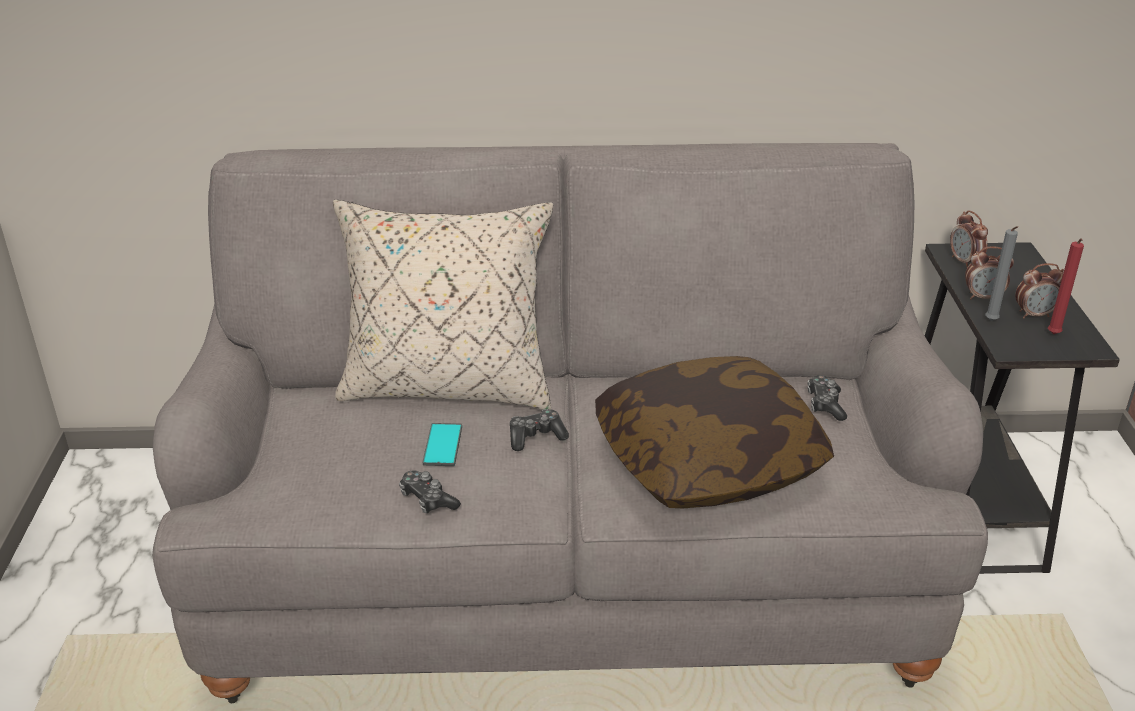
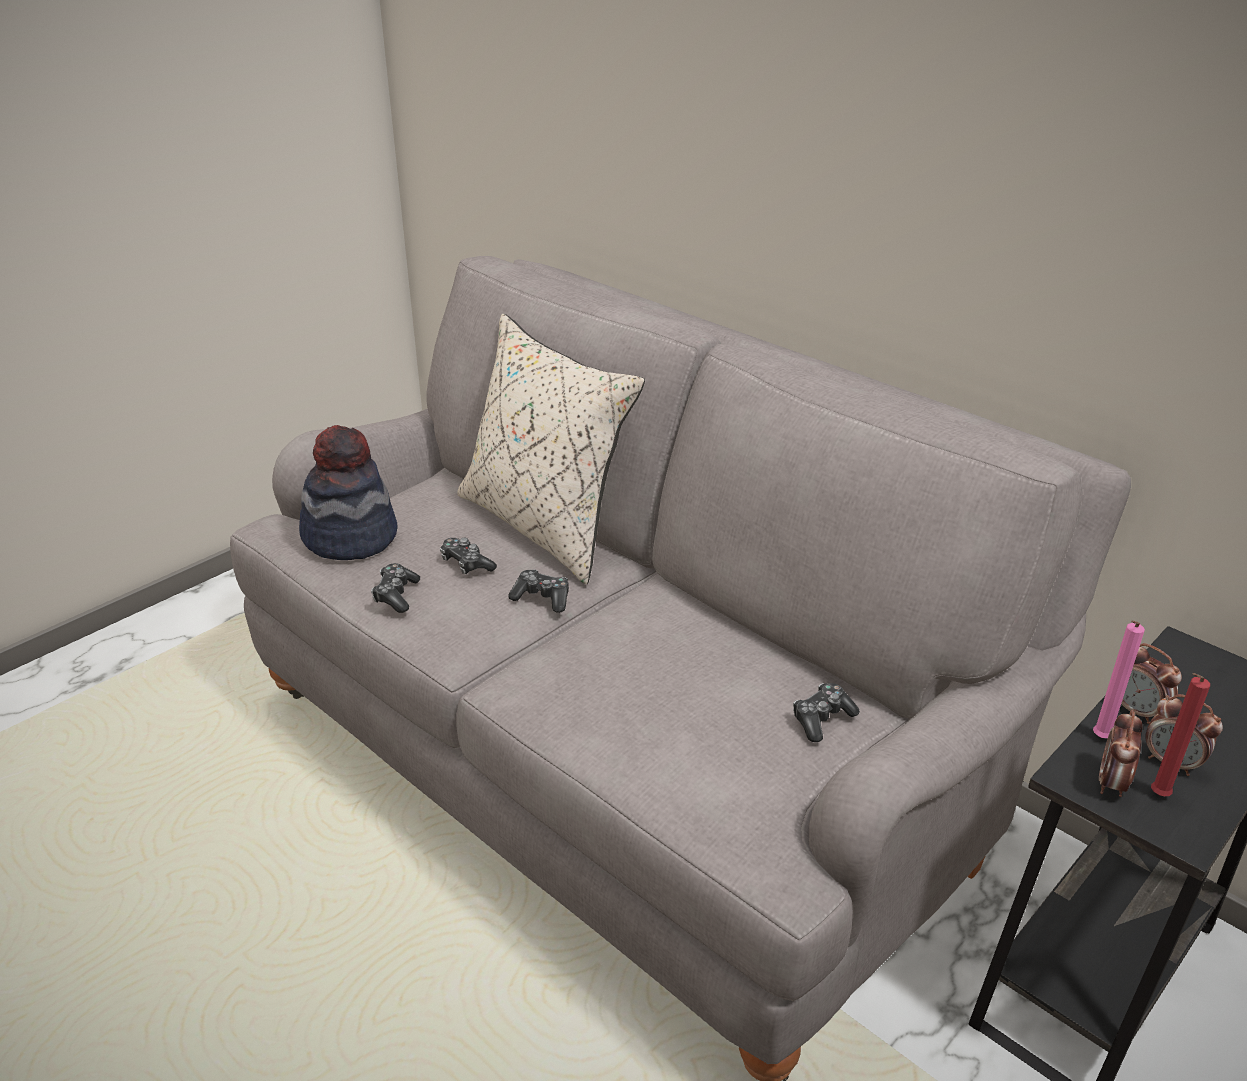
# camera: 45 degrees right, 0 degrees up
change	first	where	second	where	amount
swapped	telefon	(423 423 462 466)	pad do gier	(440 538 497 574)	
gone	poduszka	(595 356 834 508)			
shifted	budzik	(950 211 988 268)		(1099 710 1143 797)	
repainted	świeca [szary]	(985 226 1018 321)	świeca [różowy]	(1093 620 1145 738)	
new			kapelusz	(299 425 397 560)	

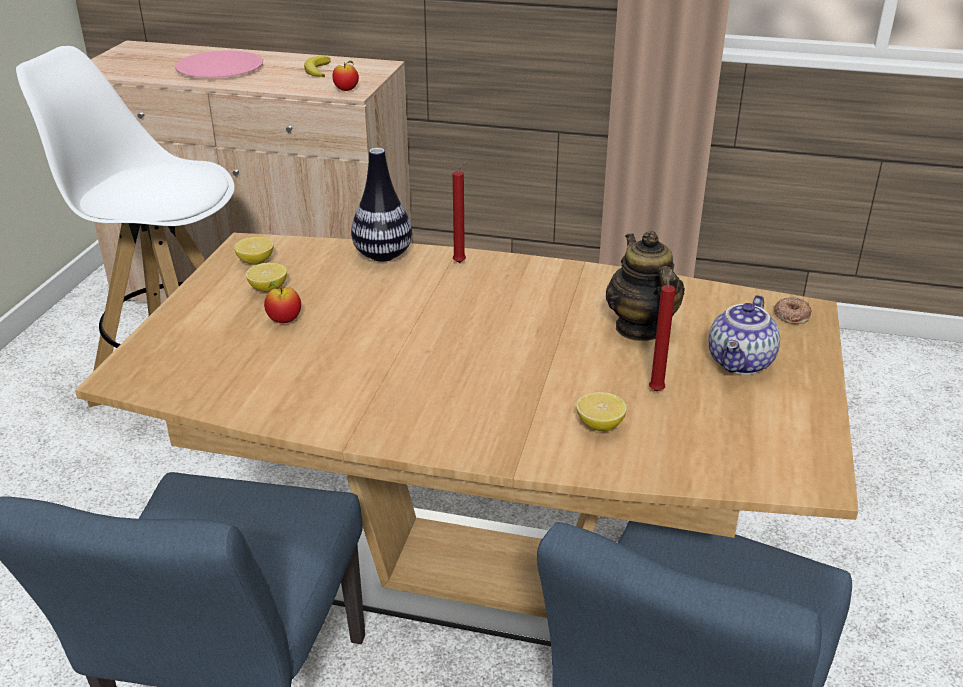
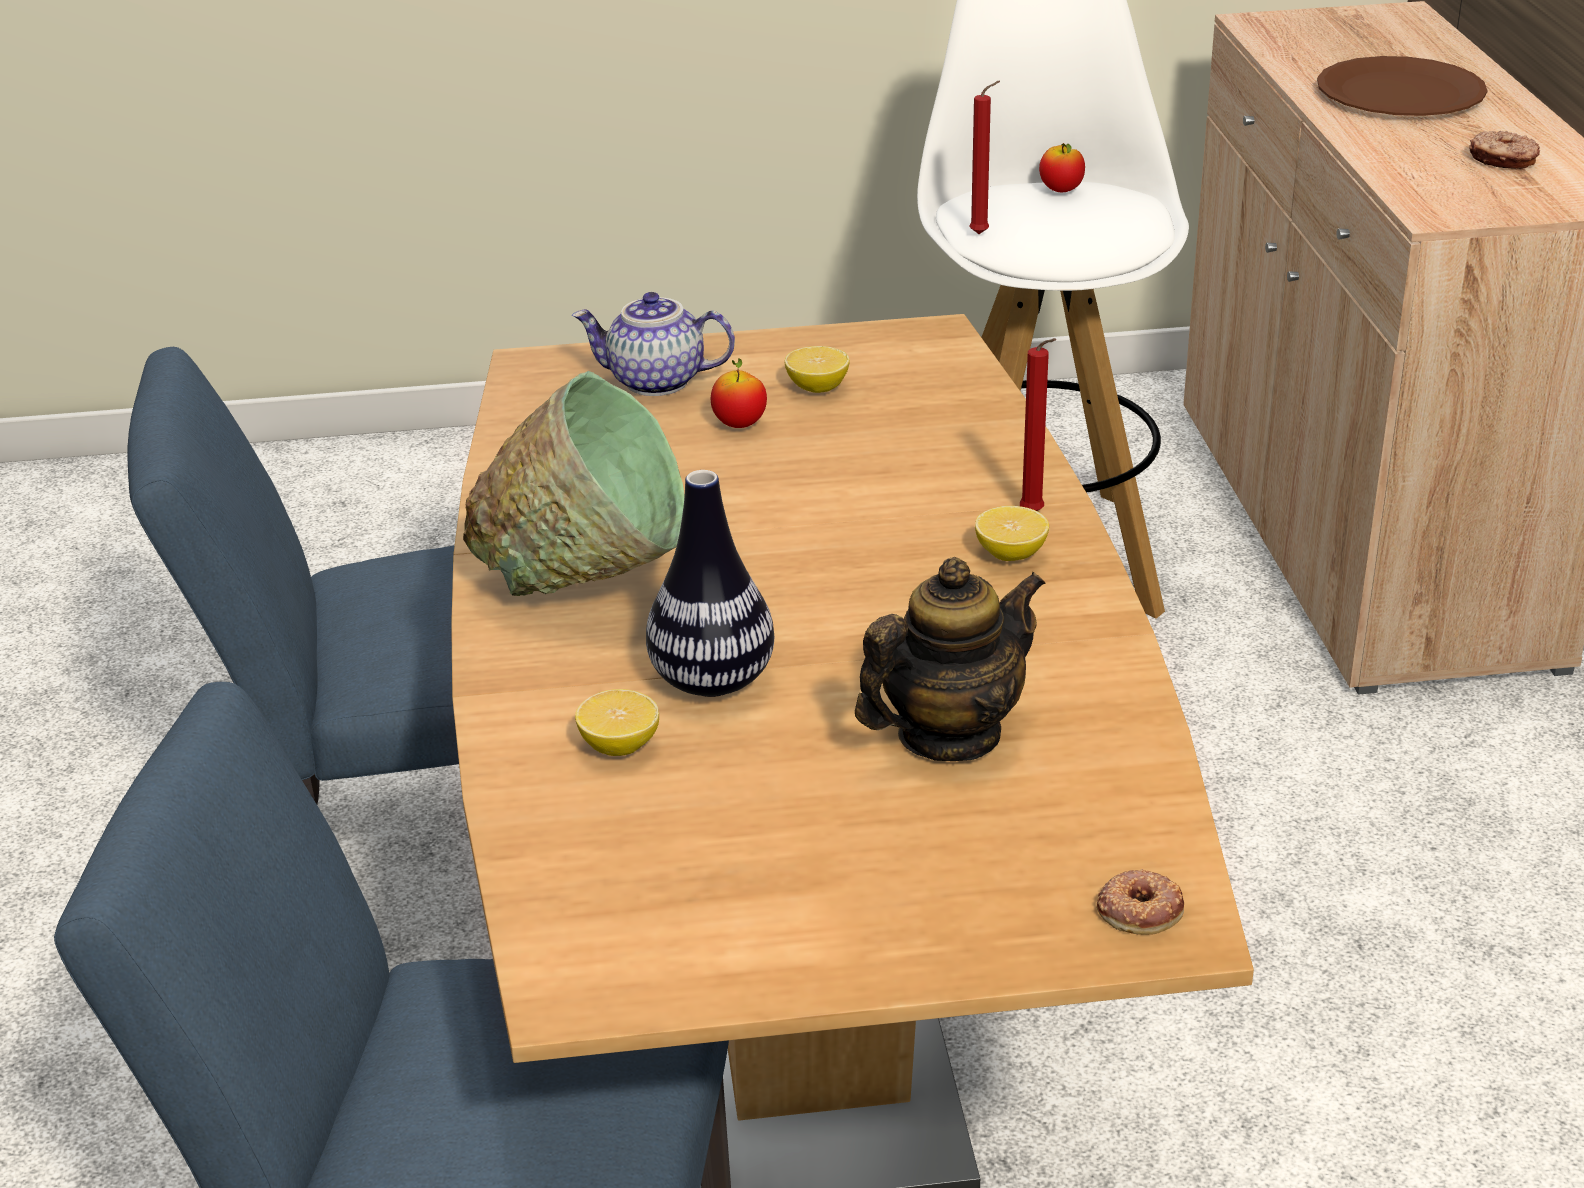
# camera: 70 degrees right, 0 degrees up
change	first	where	second	where	amount
repainted	talerz [różowy]	(175 50 263 78)	talerz [brązowy]	(1317 56 1488 116)	
shifted	cytryna	(234 237 274 265)		(975 506 1049 561)	
swapped	banan	(304 56 331 77)	donut	(1469 131 1540 169)	
shifted	jabłko	(332 61 359 91)		(1039 143 1085 192)	
shifted	wazon	(351 148 412 262)		(646 470 774 697)	
shifted	świeca [czerwony]	(649 269 675 391)		(969 81 1000 234)	
shifted	imbryk	(708 295 780 375)		(572 292 735 396)	
new			miska [zielony]	(463 371 685 596)	

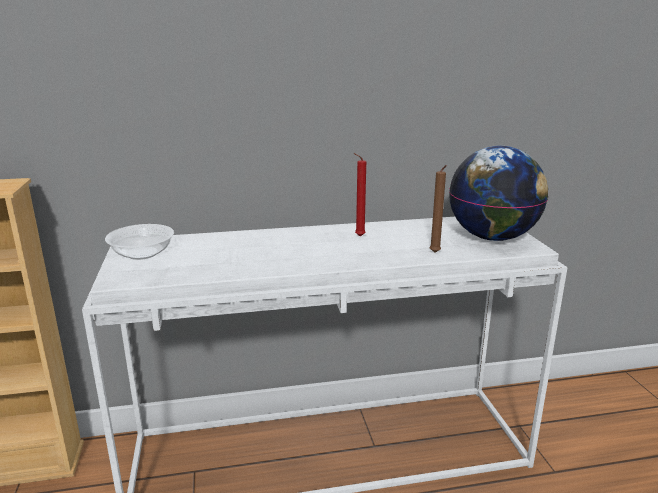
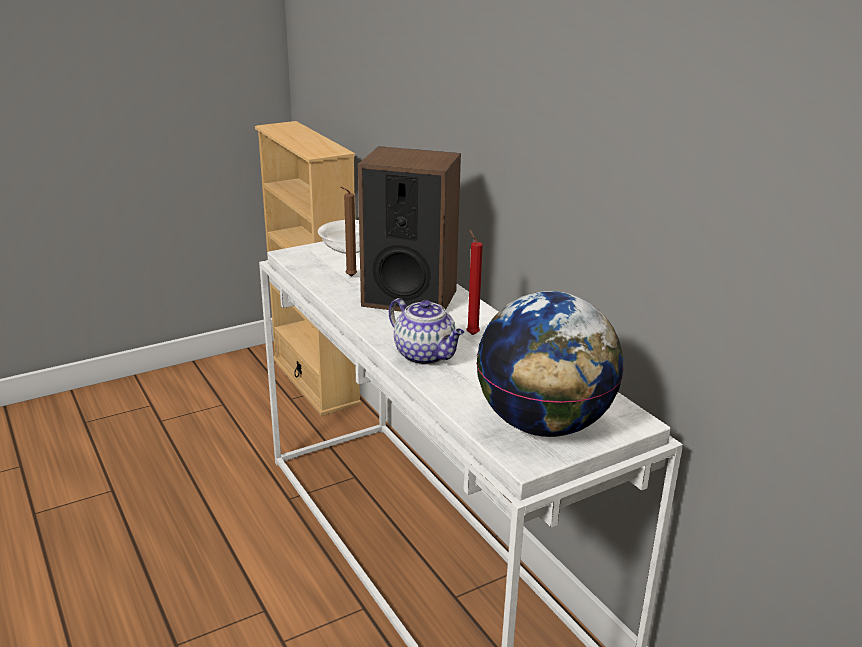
# camera: 70 degrees right, 5 degrees up
change	first	where	second	where	amount
shifted	świeca [brązowy]	(430 165 447 253)		(340 187 357 277)	
new			głośnik	(358 146 461 312)	
new			imbryk	(389 298 464 365)	

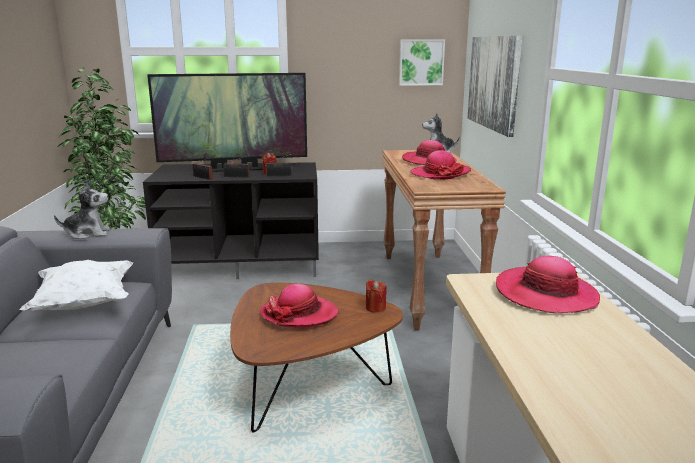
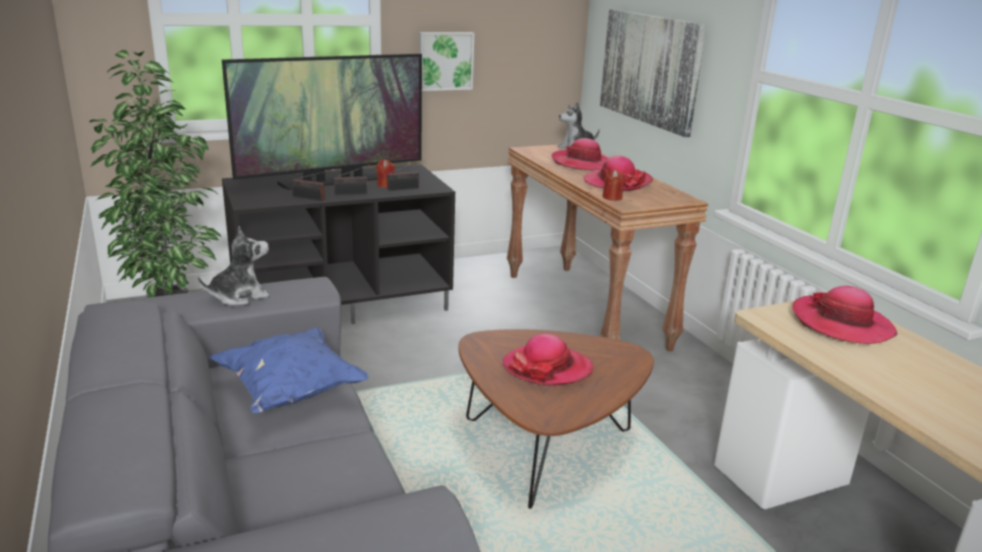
# camera: 20 degrees left, 5 degrees up
change	first	where	second	where	amount
repainted	poduszka [biały]	(19 260 133 311)	poduszka [niebieski]	(209 327 369 413)	
shifted	świeca [czerwony]	(366 280 387 313)		(602 170 624 201)	
shifted	obraz	(399 40 445 86)		(419 32 474 91)	

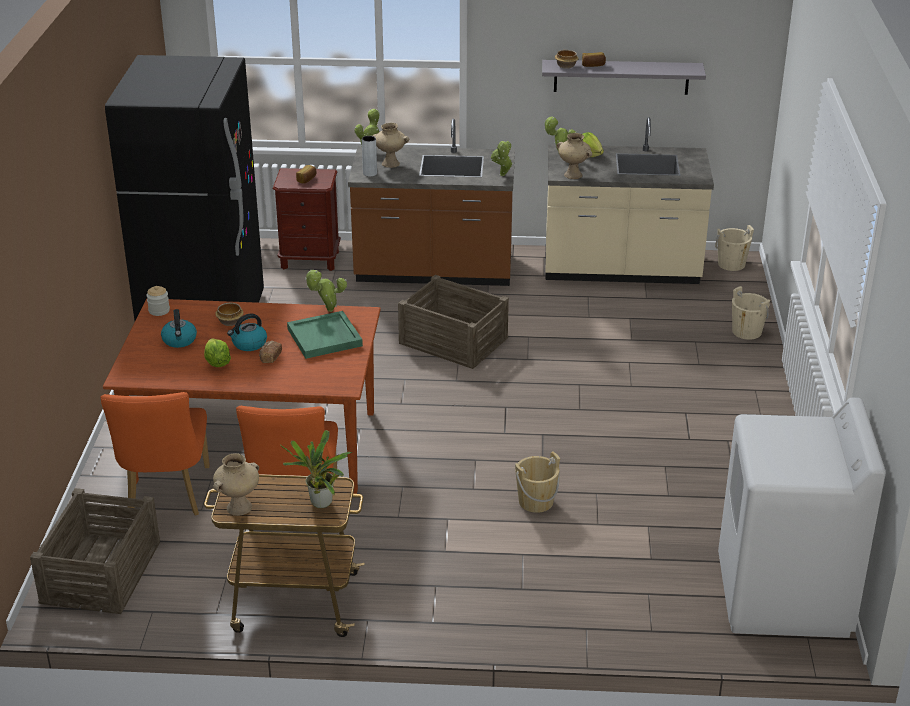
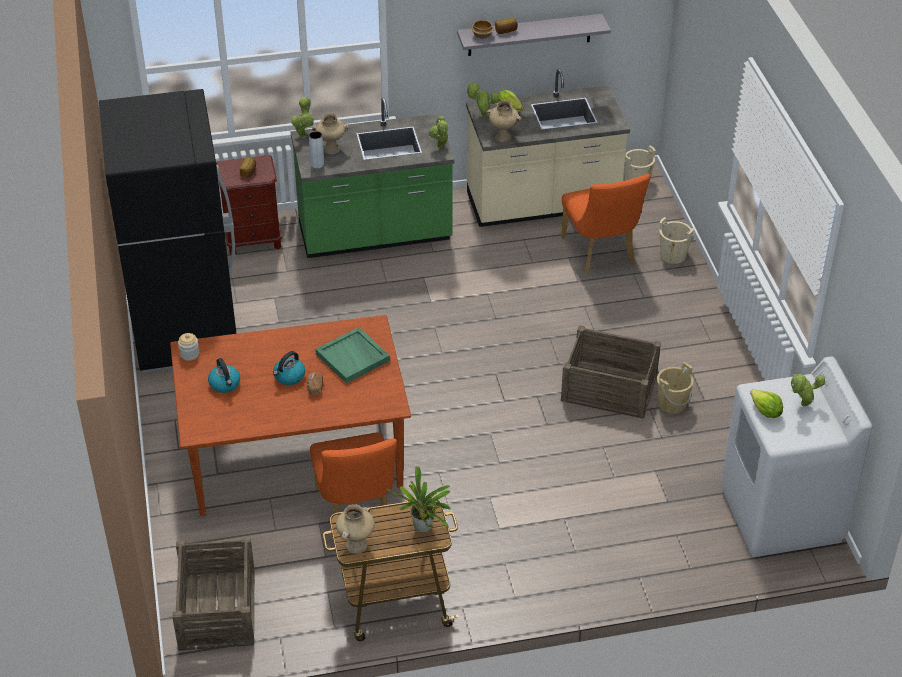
# camera: 15 degrees left, 10 degrees up
change	first	where	second	where	amount
shifted	krzesło [pomarańczowy]	(100 392 210 516)		(561 174 650 273)	
shifted	sałata	(204 338 231 367)		(750 389 783 418)	
gone	miska	(215 303 244 326)			
shifted	roślina doniczkowa	(305 270 347 312)		(791 374 825 406)	
repainted	zabudowa kuchenna [brązowy]	(348 119 515 286)	zabudowa kuchenna [zielony]	(290 97 455 258)	
shifted	skrzynka	(398 275 509 369)		(561 325 661 419)	
shifted	wiadro [beżowy]	(515 452 560 513)		(657 362 694 414)	

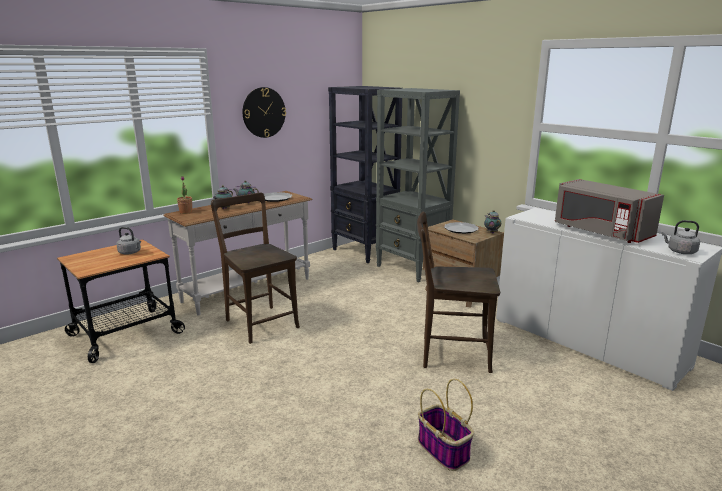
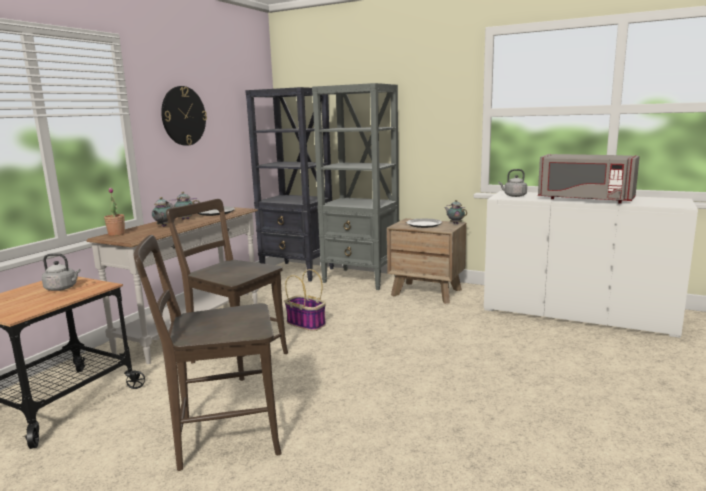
# camera: 20 degrees left, 5 degrees down
change	first	where	second	where	amount
shifted	krzesło [brązowy]	(417 212 500 373)		(134 235 282 471)	
shifted	koszyk	(418 379 474 471)		(285 269 326 331)	
shifted	czajnik [szary]	(662 220 700 254)		(498 169 527 197)	

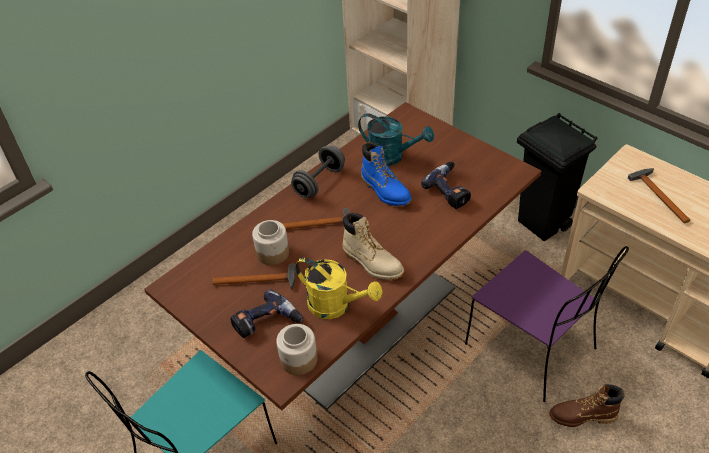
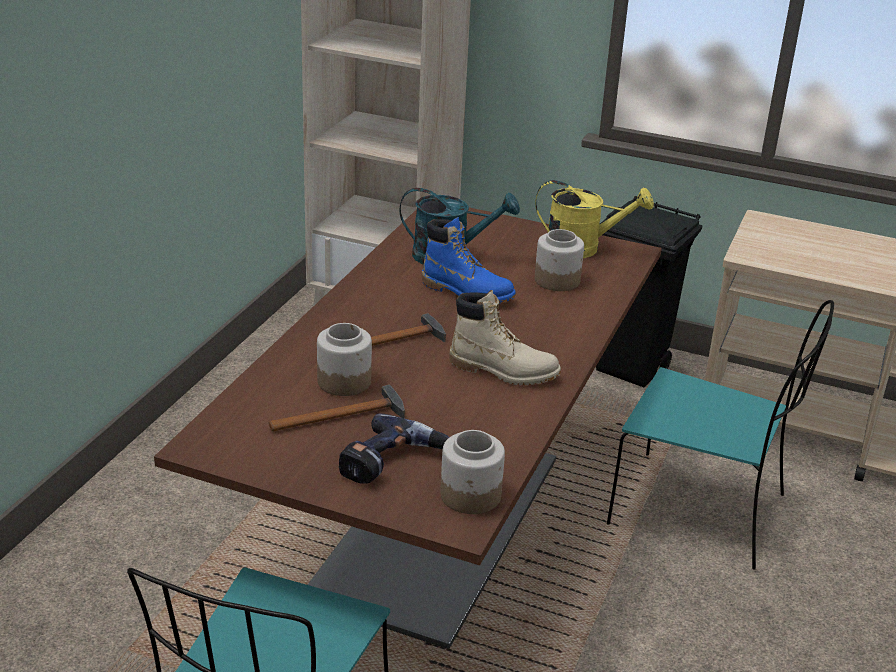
# camera: 25 degrees left, 15 degrees down
change	first	where	second	where	amount
gone	hantel [szary]	(291 145 345 198)			
shifted	konewka [żółty]	(295 257 383 319)		(535 180 654 258)	
swapped	wiertarka	(421 161 471 209)	słoik	(535 229 584 291)	
repainted	krzesło [fioletowy]	(465 246 629 402)	krzesło [turkusowy]	(607 300 834 570)	
gone	but z cholewką [brązowy]	(549 384 624 427)			
gone	młotek	(628 168 690 223)			

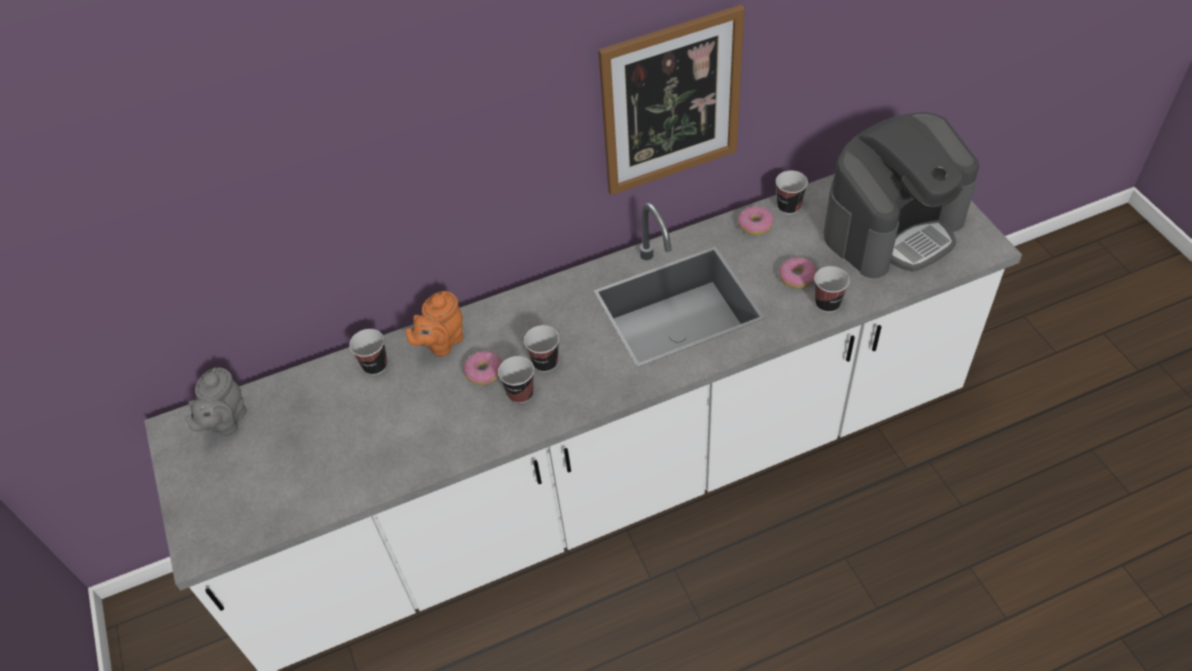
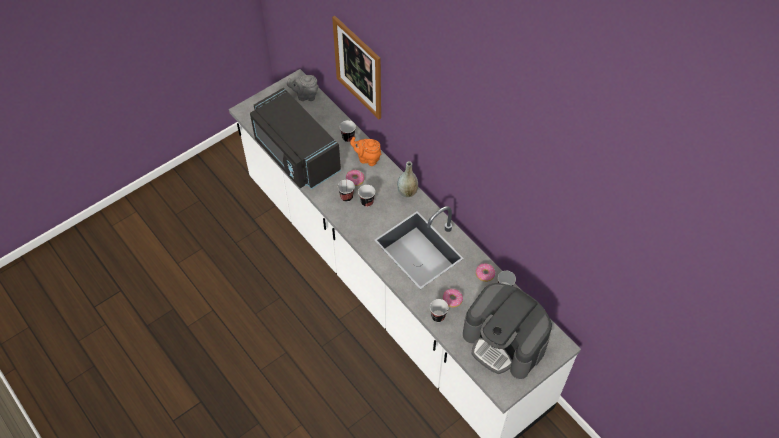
# camera: 70 degrees right, 5 degrees up
change	first	where	second	where	amount
shifted	obraz	(598 5 745 195)		(332 16 381 119)	
new			mikrofalówka [czarny]	(250 88 341 189)	
new			wazon [szary]	(397 161 418 198)	

